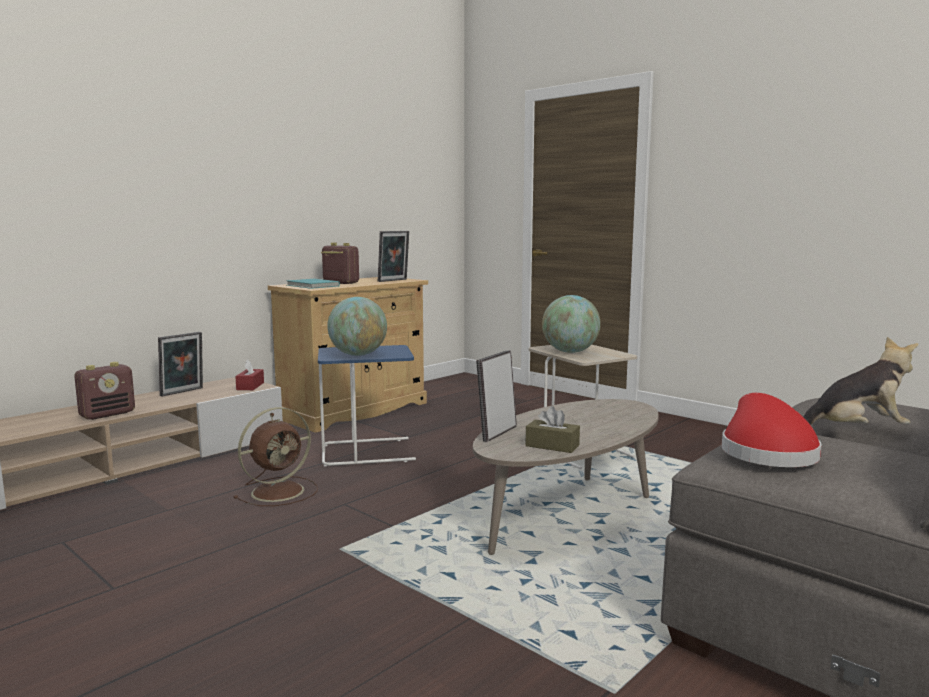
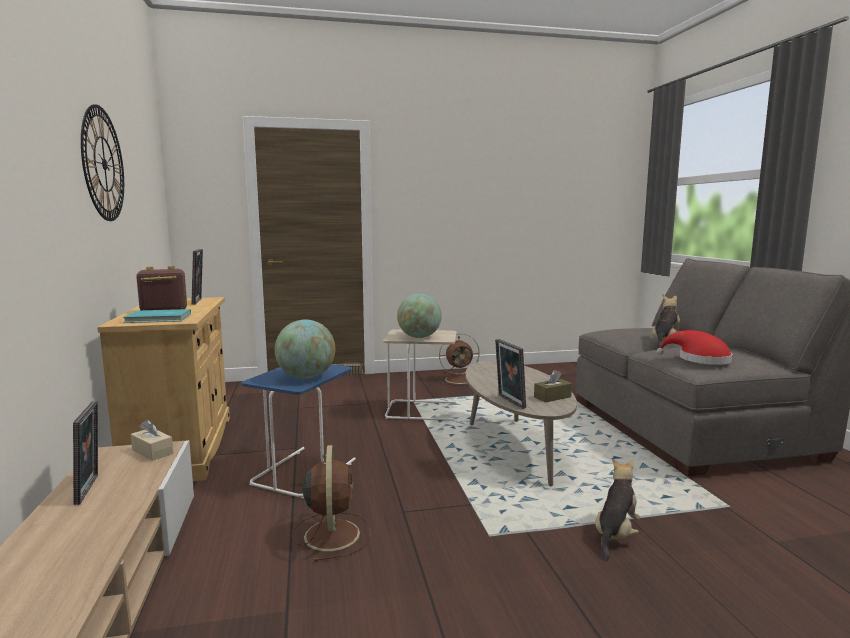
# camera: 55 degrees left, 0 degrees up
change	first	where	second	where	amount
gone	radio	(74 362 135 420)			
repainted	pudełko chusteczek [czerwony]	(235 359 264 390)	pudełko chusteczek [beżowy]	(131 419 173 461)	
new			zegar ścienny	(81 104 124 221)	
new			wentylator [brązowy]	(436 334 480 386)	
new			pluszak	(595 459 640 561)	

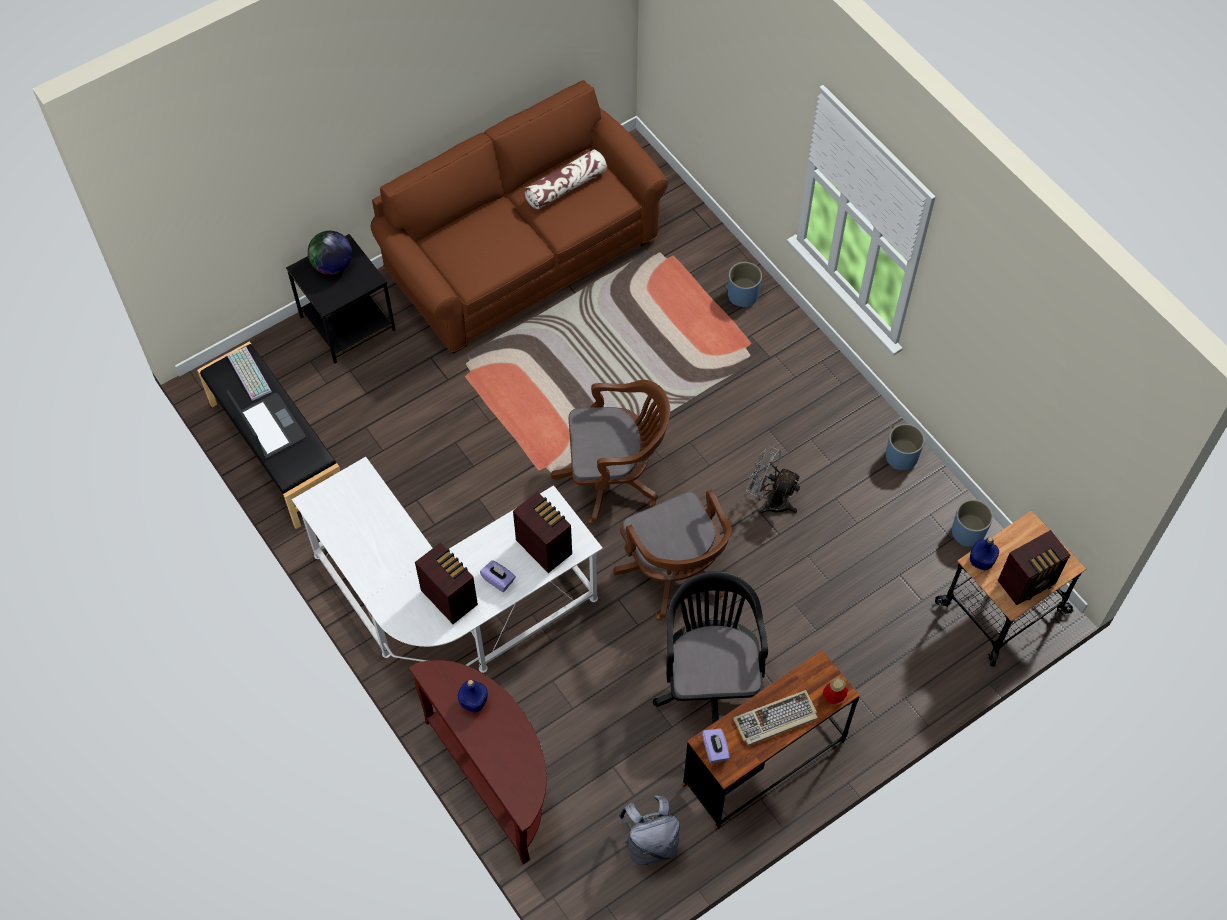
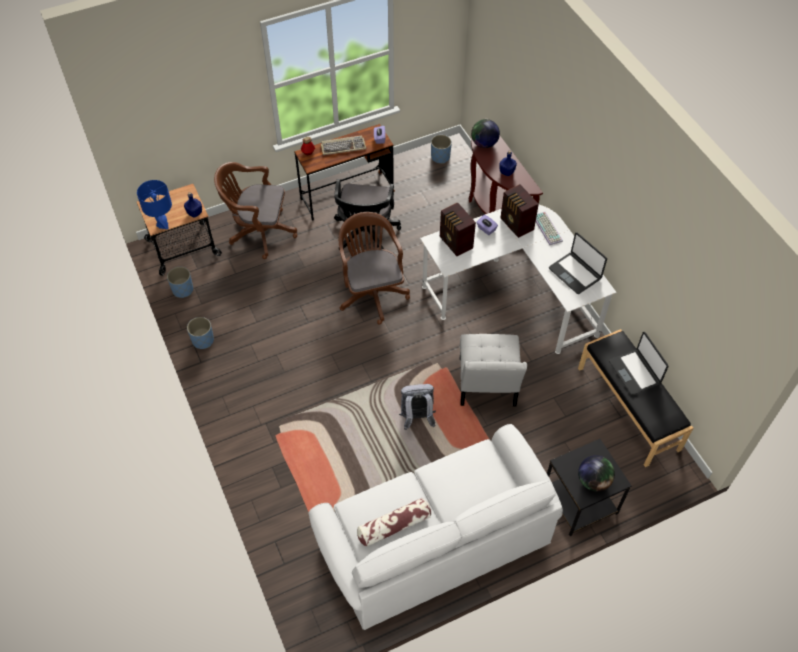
# camera: 170 degrees left, 5 degrees down
change	first	where	second	where	amount
shifted	klawiatura	(227 347 272 401)		(536 212 563 245)	
repainted	kanapa [brązowy]	(371 80 668 354)	kanapa [biały]	(309 424 563 630)	
shifted	krzesło biurowe [brązowy]	(551 380 670 525)		(214 162 297 259)	
shifted	plecak [szary]	(618 795 680 866)		(399 384 436 430)	
shifted	donica [niebieski]	(728 262 762 307)		(431 135 452 164)	
gone	wentylator [szary]	(746 446 802 515)			
gone	radio	(998 530 1070 605)			
new			lampa stołowa [niebieski]	(137 180 172 230)	
new			krzesło [biały]	(460 334 527 406)	
new			globus	(471 119 500 148)	
new			laptop	(549 232 607 294)	

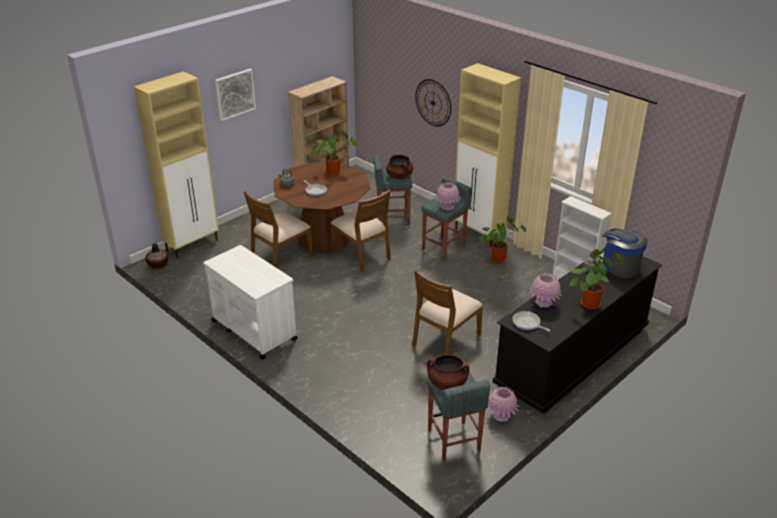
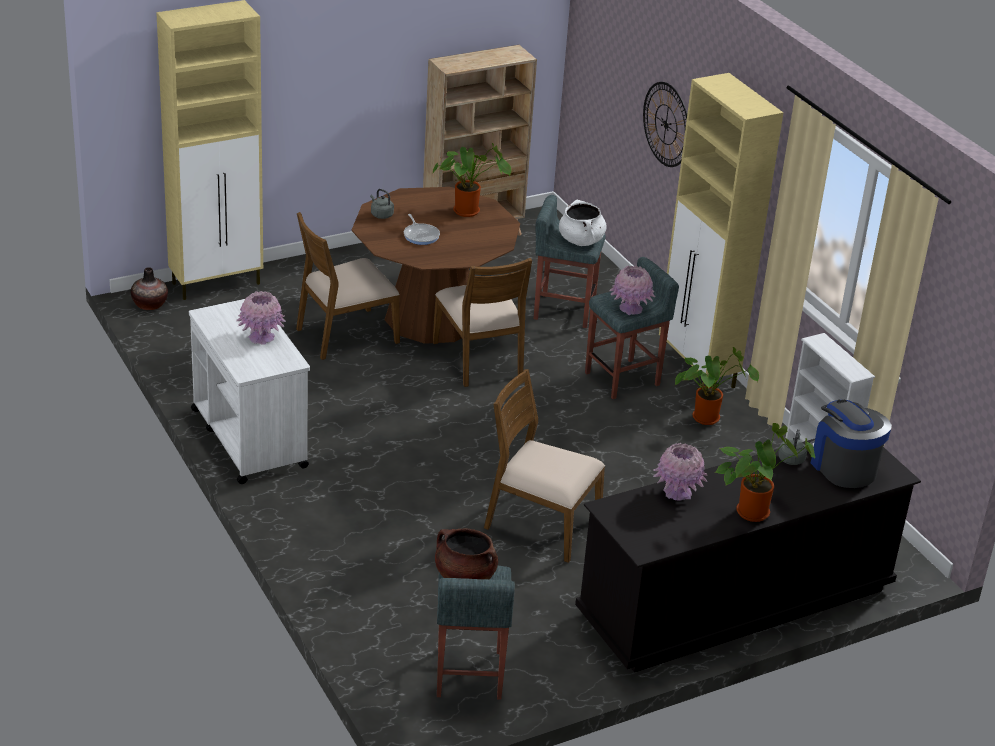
# camera: 15 degrees right, 0 degrees up
change	first	where	second	where	amount
gone	obraz	(215 69 256 121)			
repainted	garnek [brązowy]	(386 154 413 179)	garnek [biały]	(559 200 606 246)	
rotated	krzesło [brązowy]	(412 270 483 354)		(484 369 605 563)	60 degrees clockwise
shifted	wazon [różowy]	(488 387 519 422)		(237 291 286 345)	
gone	patelnia	(513 311 550 331)			

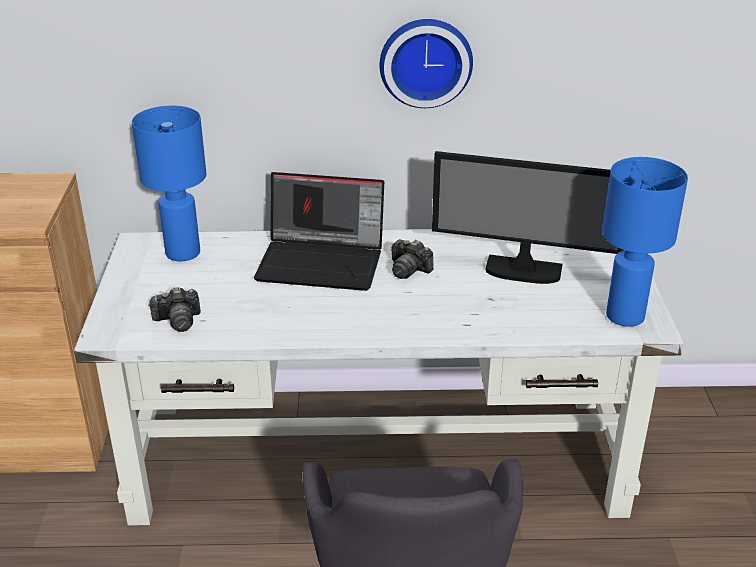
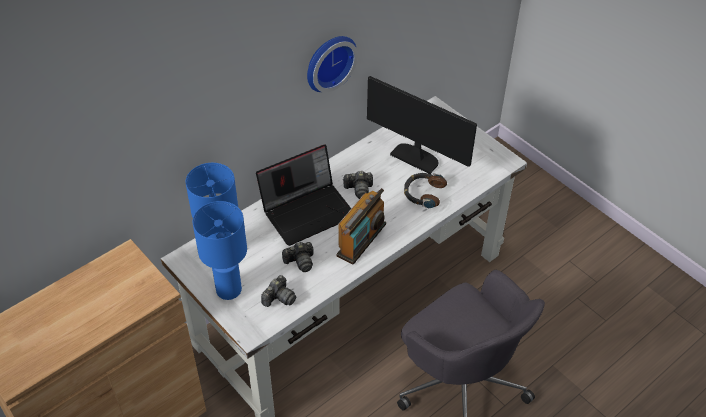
# camera: 40 degrees left, 15 degrees up
change	first	where	second	where	amount
rotated	monitor	(432 151 624 284)		(367 76 477 174)	120 degrees counterclockwise
shifted	lampa stołowa [niebieski]	(602 157 688 327)		(193 201 247 300)	
new			aparat fotograficzny	(282 242 313 272)	
new			radio	(336 188 386 264)	
new			słuchawki	(404 173 447 209)	

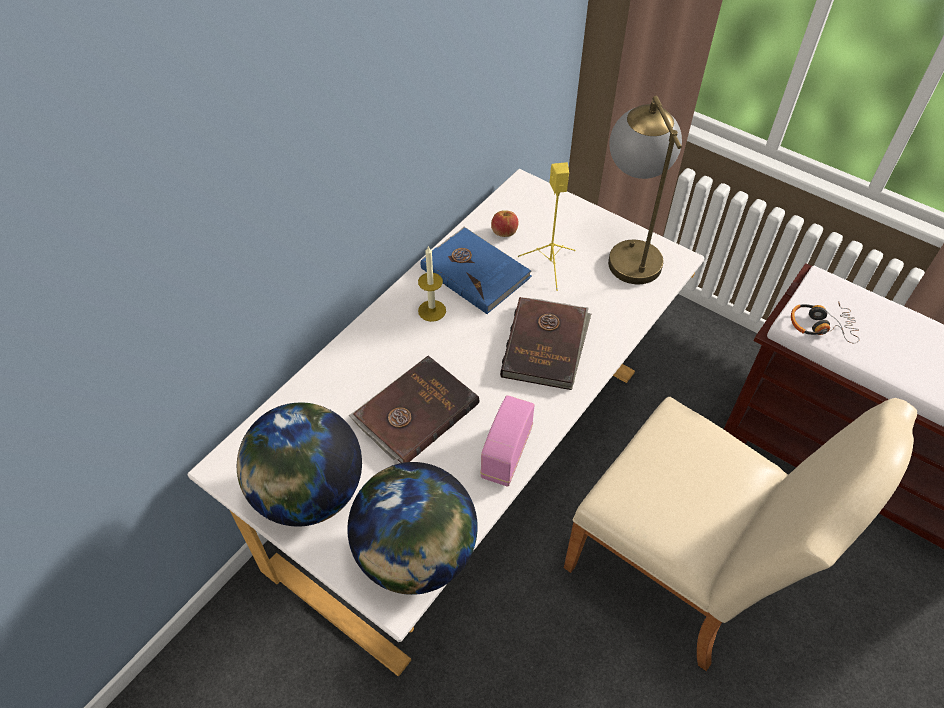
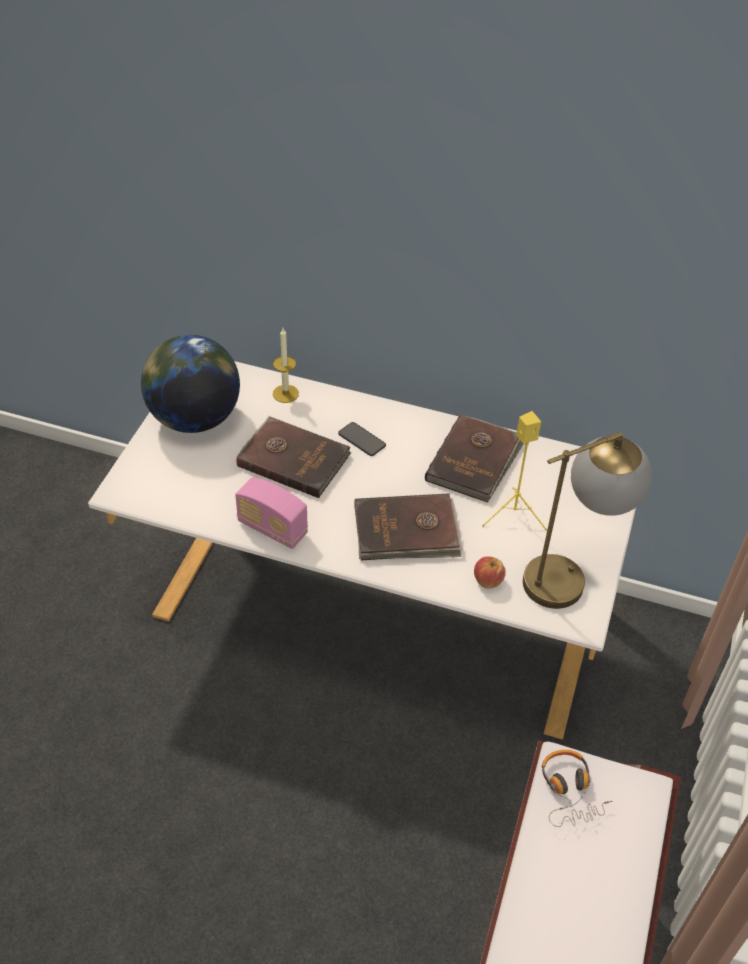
# camera: 70 degrees right, 5 degrees down
change	first	where	second	where	amount
gone	globus	(347 462 478 595)			
shifted	świeca	(418 245 446 322)		(273 328 299 403)	
repainted	książka [niebieski]	(421 227 532 314)	książka [brązowy]	(425 414 524 502)	
rotated	radio	(480 395 535 487)		(235 477 308 549)	150 degrees counterclockwise
shifted	jabłko	(491 211 518 237)		(474 556 506 589)	
gone	krzesło [beżowy]	(564 397 917 671)			
new			telefon	(338 422 386 456)	

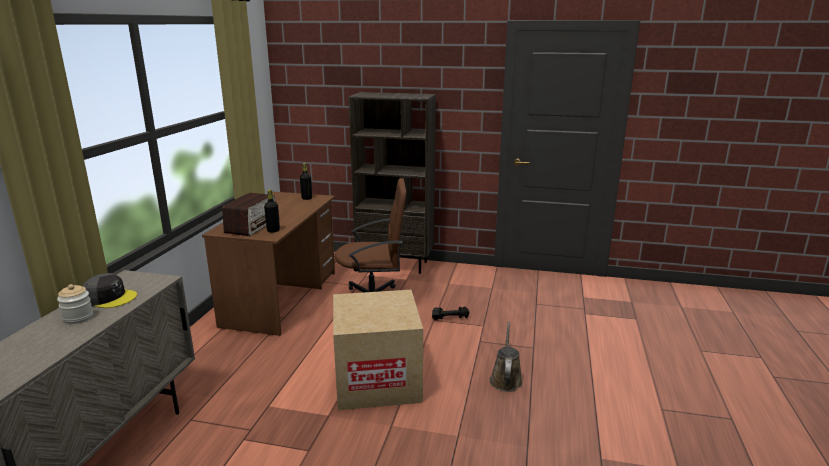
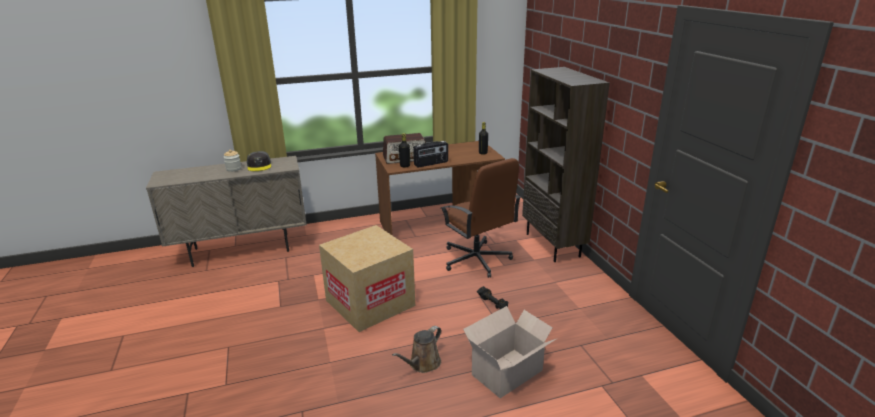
# camera: 60 degrees right, 5 degrees up
change	first	where	second	where	amount
rotated	konewka [brązowy]	(489 322 523 392)		(392 326 441 373)	150 degrees clockwise
new			radio	(413 141 448 168)	
new			karton	(463 306 556 398)	

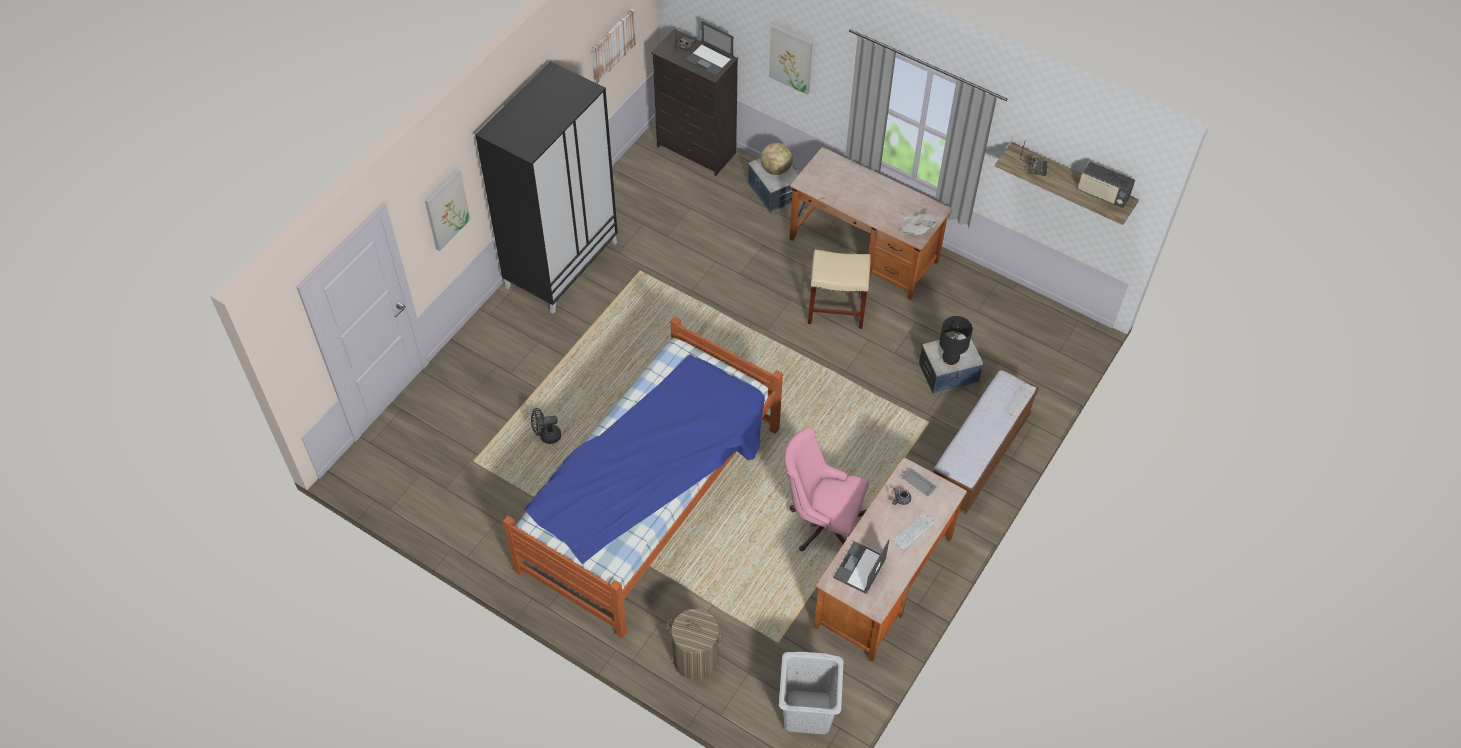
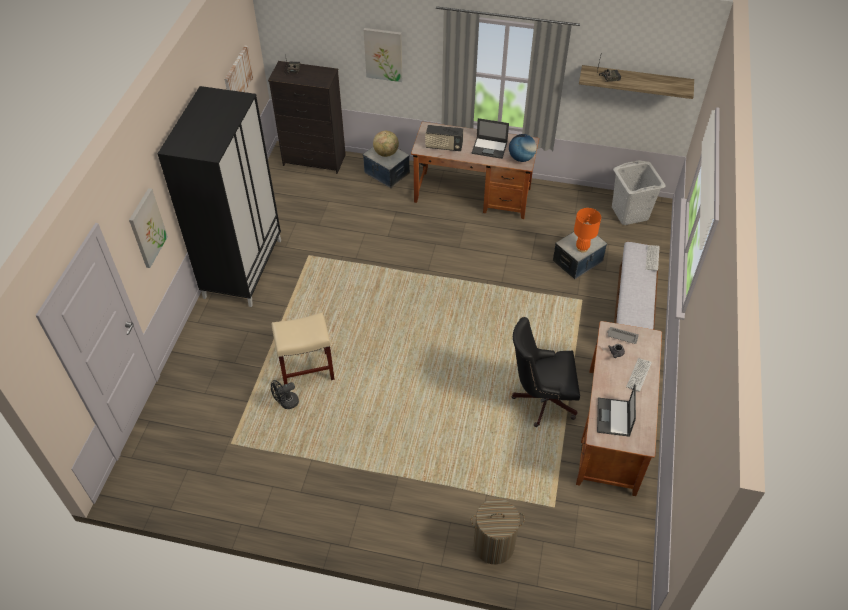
# camera: 20 degrees left, 5 degrees down
change	first	where	second	where	amount
gone	łóżko	(503 316 783 638)			
shifted	laptop	(685 21 733 77)		(472 118 509 159)	
shifted	kosz na pranie [szary]	(779 652 844 734)		(612 160 666 225)	
repainted	krzesło biurowe [różowy]	(784 427 869 551)	krzesło biurowe [czarny]	(511 317 580 427)	
shifted	stołek [beżowy]	(808 249 871 329)		(272 313 335 385)	
swapped	gazeta	(900 213 937 235)	globus	(509 134 536 162)	
repainted	lampa stołowa [czarny]	(939 316 973 367)	lampa stołowa [pomarańczowy]	(574 208 601 253)	
shifted	radio	(1078 162 1135 208)		(425 125 463 151)	

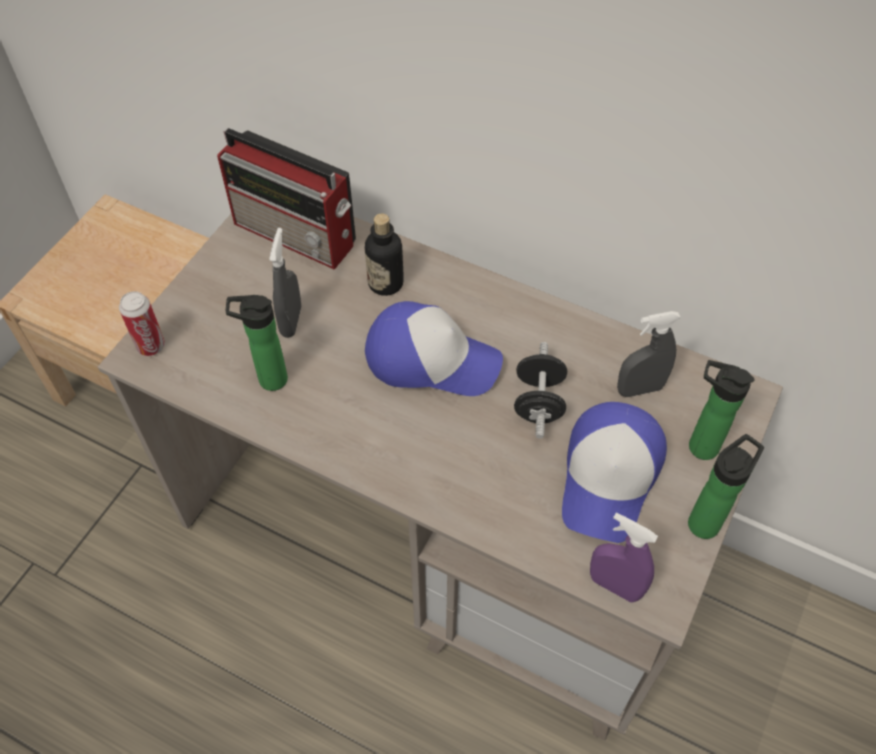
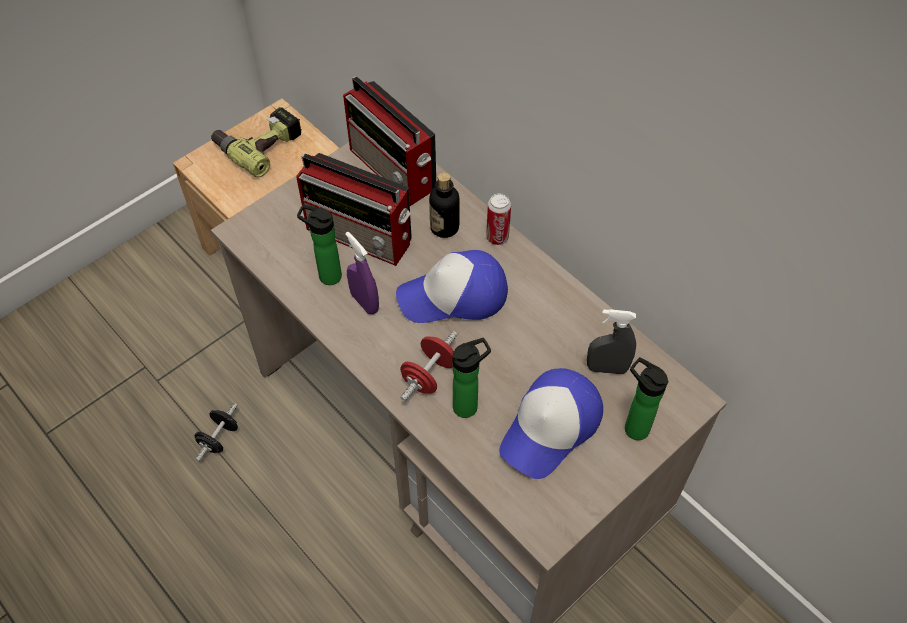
# camera: 20 degrees right, 0 degrees up
change	first	where	second	where	amount
shifted	puszka	(119 291 165 356)		(486 193 511 245)	
swapped	spryskiwacz [szary]	(269 228 301 338)	radio	(296 153 412 266)	
rotated	czapka z daszkiem	(365 301 503 396)		(396 250 508 323)	135 degrees clockwise
shifted	hantel [czarny]	(514 342 567 439)		(195 403 238 461)	
shifted	spryskiwacz [fioletowy]	(590 513 658 602)		(345 232 379 314)	
shifted	butelka	(688 434 764 539)		(453 338 491 418)	
new			wiertarka	(211 107 302 178)	
new			hantel [czerwony]	(400 331 457 401)	

